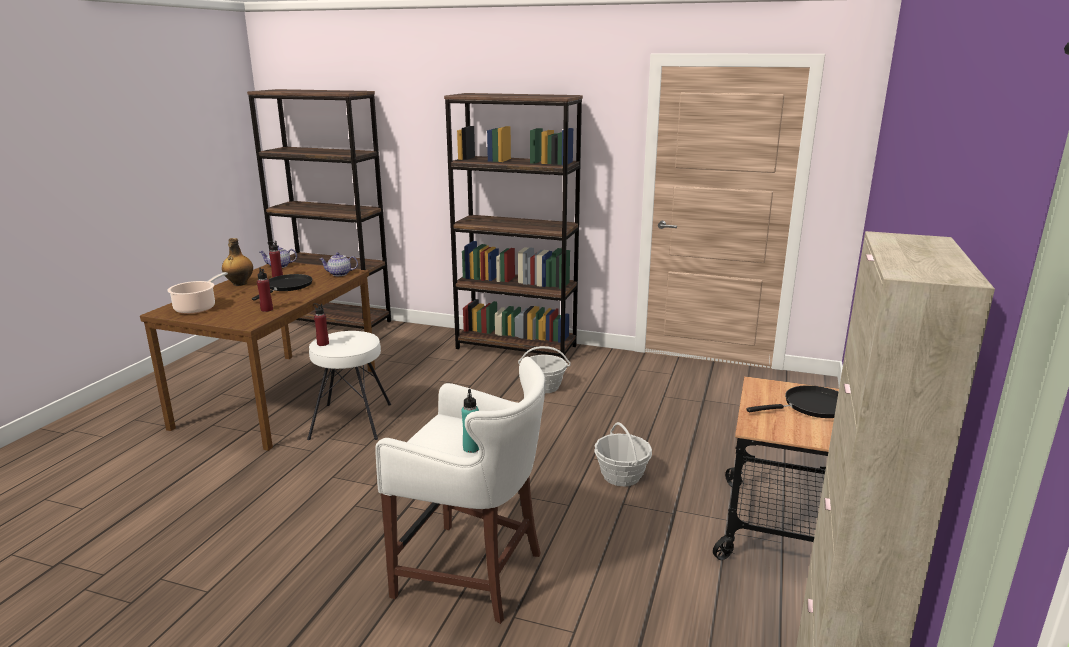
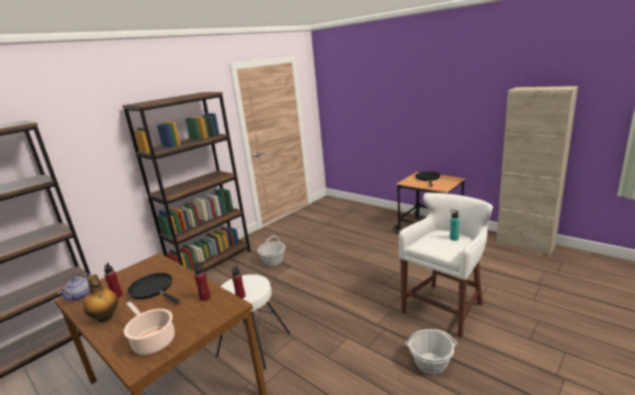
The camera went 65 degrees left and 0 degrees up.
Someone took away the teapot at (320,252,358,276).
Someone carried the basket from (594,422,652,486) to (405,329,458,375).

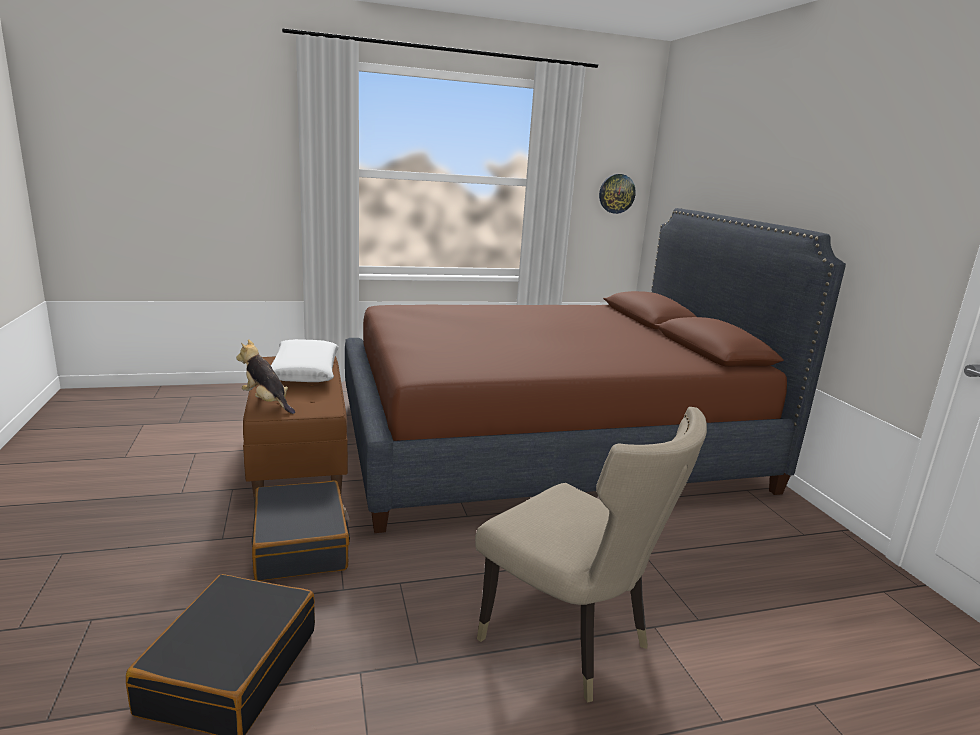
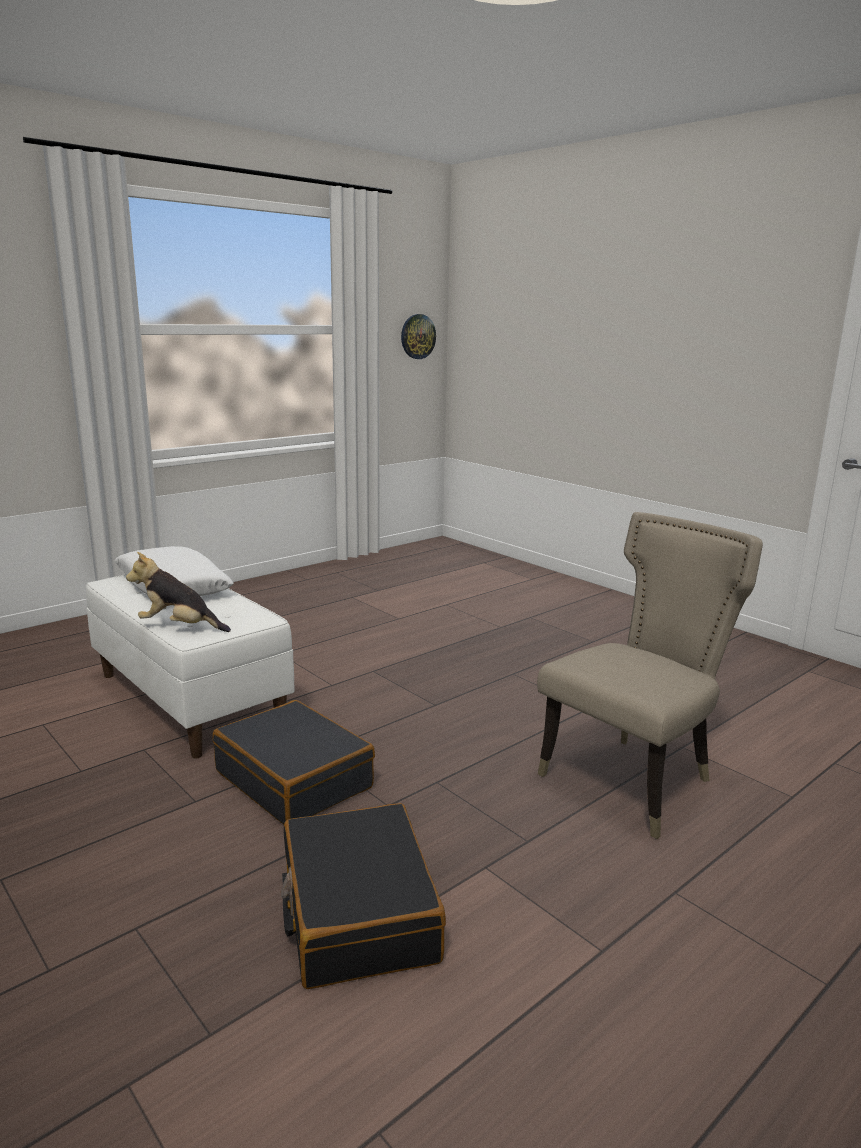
The camera went 25 degrees left and 0 degrees up.
Someone took away the bed (brown) at (345,208,846,533).
Someone repainted the bench (brown) at (243,356,348,498), which became the bench (white) at (86,575,295,759).
Someone rotated the chair (beige) at (475,407,707,703) by 60 degrees counterclockwise.

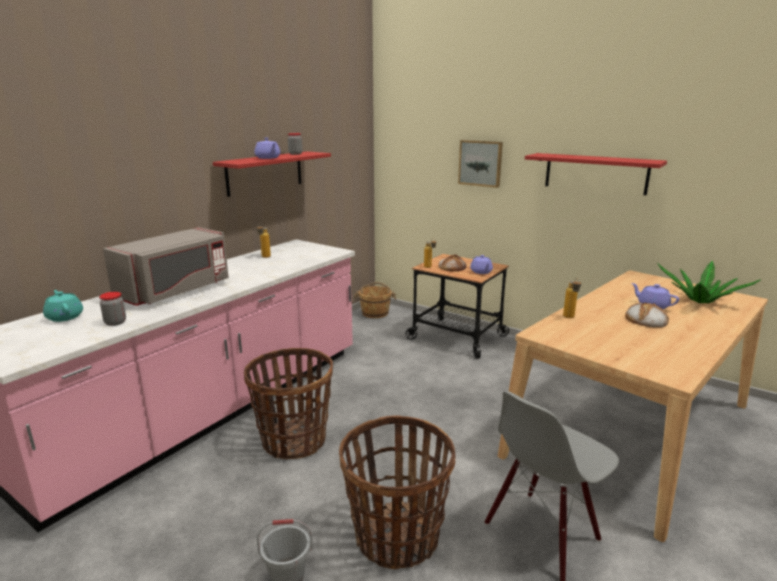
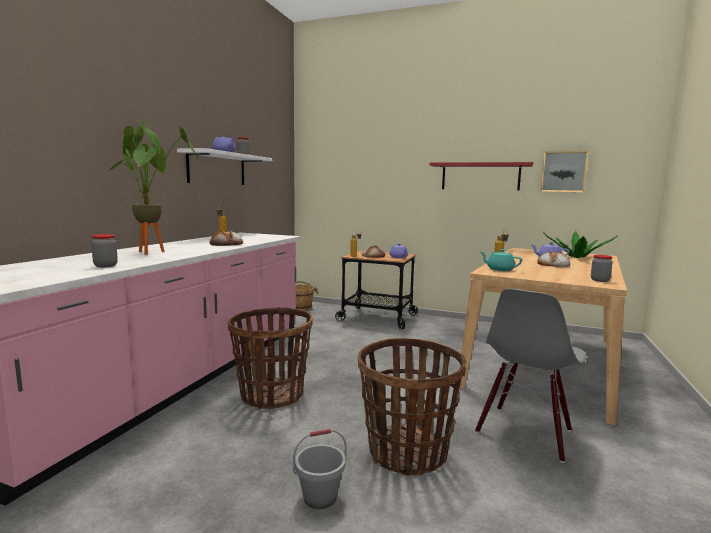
The camera went 15 degrees left and 10 degrees down.
Someone put down the bread at (210,230,243,246).
Someone put down the jar at (591,255,613,282).
Someone carried the teapot (turquoise) from (43,290,83,322) to (481,249,522,271).
Someone carried the picture from (458,140,503,188) to (540,151,589,192).
Someone swapped the microwave (grey) at (103,227,229,306) for the potted plant at (108,118,198,255).
Someone repainted the shelf (red) at (213,151,331,197), which became the shelf (white) at (177,148,272,185).

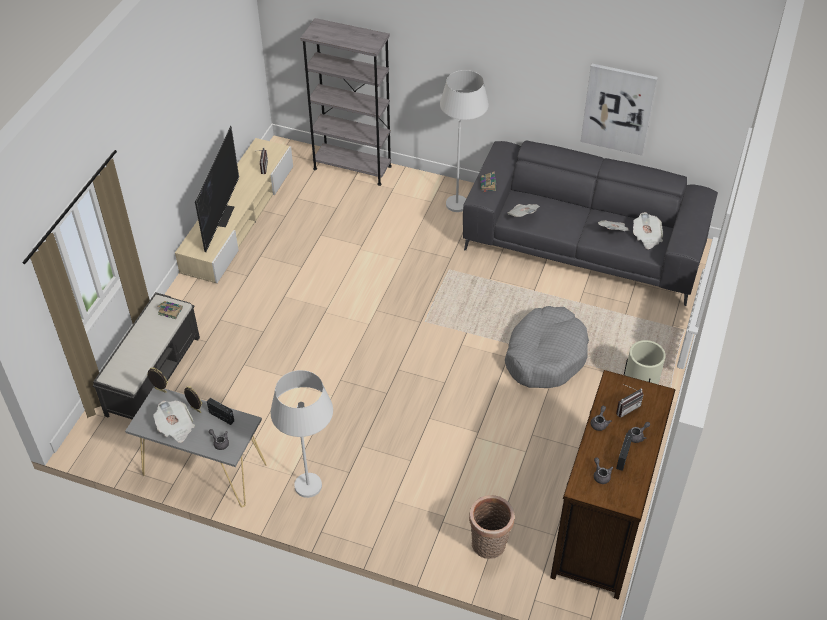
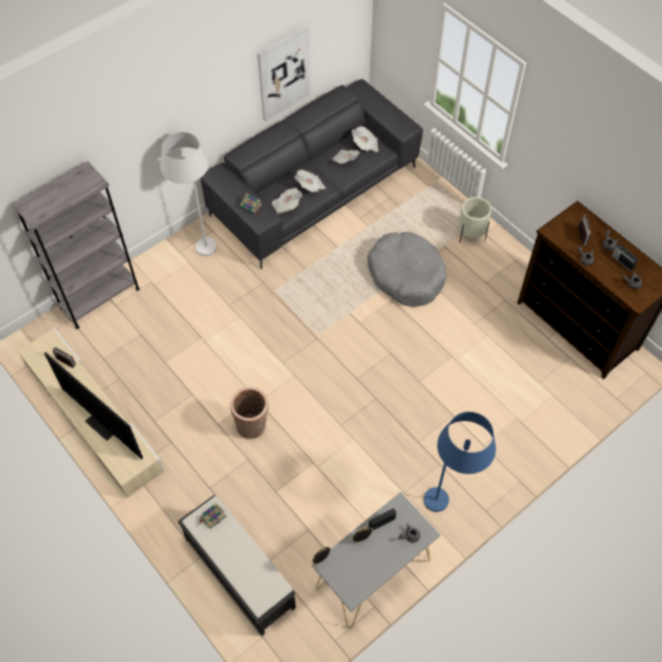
The camera went 60 degrees left and 10 degrees up.
Someone carried the newspaper from (153,400,195,443) to (295,170,326,192).
Someone carried the basket from (469,495,515,559) to (230,387,269,439).
Someone repainted the floor lamp (white) at (271,370,333,498), which became the floor lamp (blue) at (424,412,496,512).

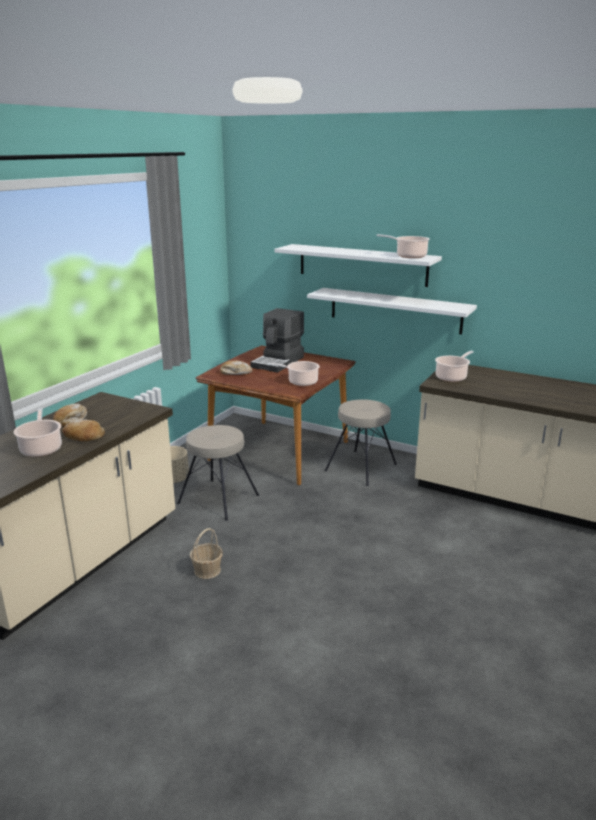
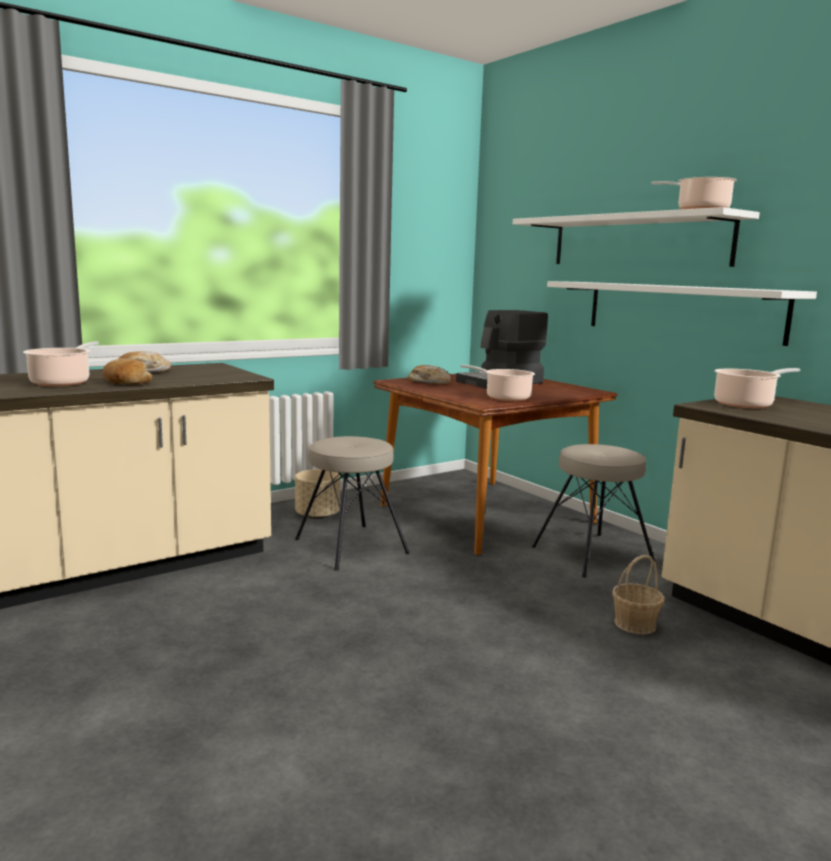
The camera went 25 degrees right and 10 degrees down.
Someone carried the basket from (190,528,223,579) to (612,555,665,634).

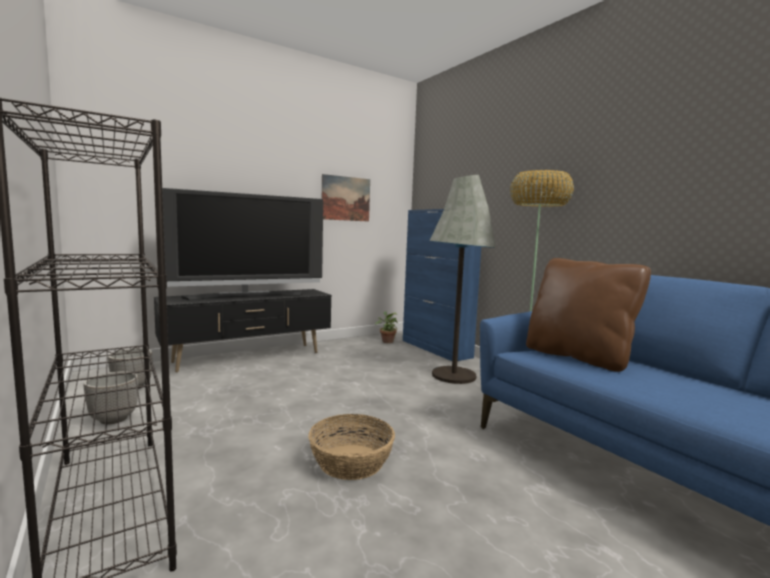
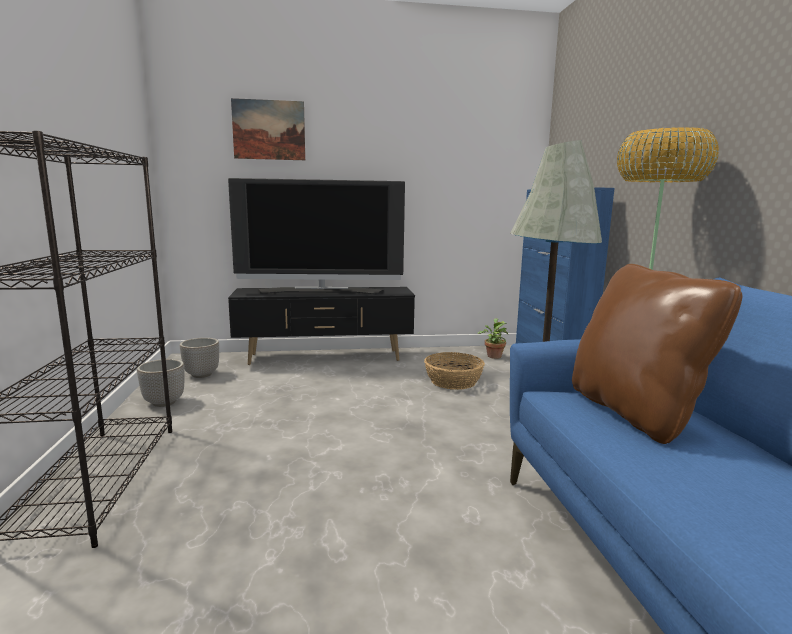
The camera went 25 degrees right and 5 degrees up.
Someone carried the basket from (308,414,395,480) to (424,352,485,390).
Someone carried the picture from (322,174,370,222) to (231,98,305,160).

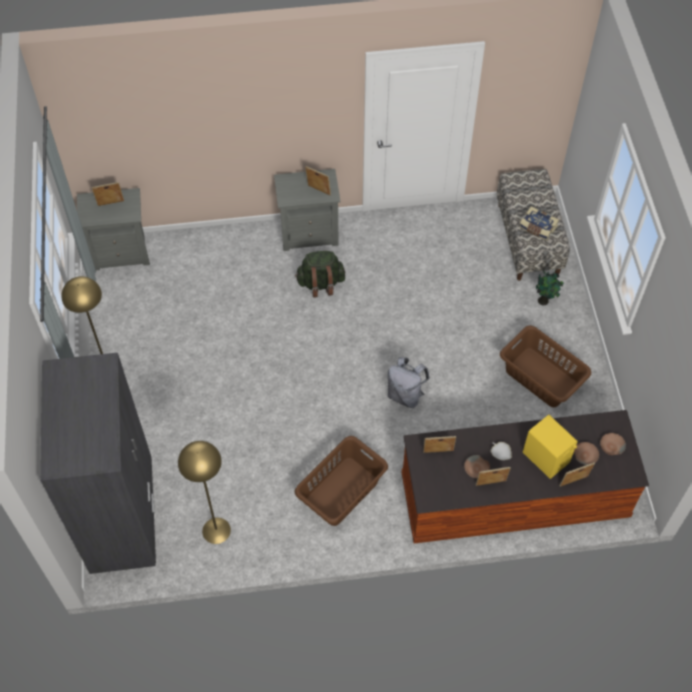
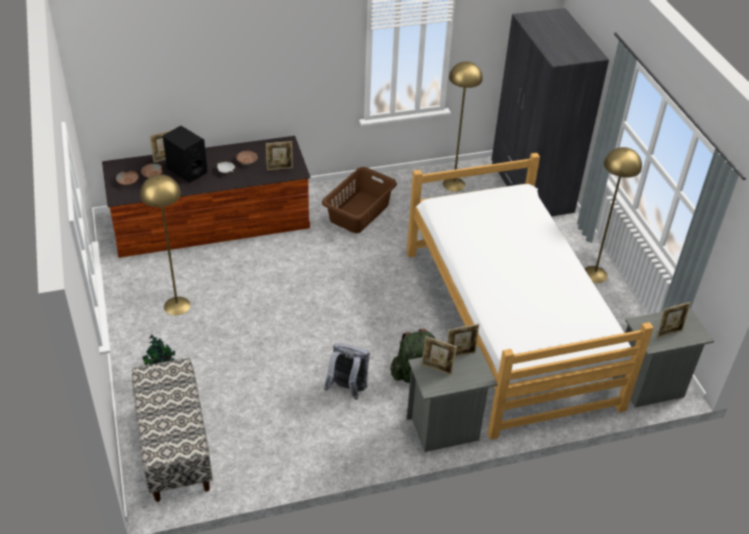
The camera went 170 degrees right and 15 degrees down.
Someone took away the book at (519,206,559,241).
Someone put down the bed at (407,153,654,440).
Someone carried the backpack (grey) from (388,357,430,408) to (324,343,370,400).
Someone carried the picture frame from (476,467,511,486) to (447,324,479,357).
Someone swapped the laundry basket (brown) at (500,326,591,407) for the floor lamp (yellow) at (140,174,191,315).
Someone repainted the speaker (yellow) at (523,415,578,479), which became the speaker (black) at (163,126,207,183).

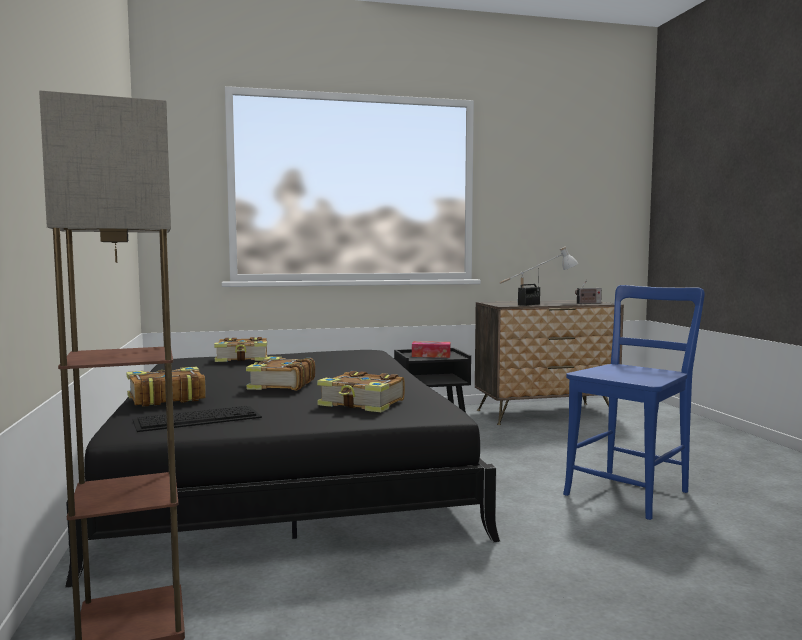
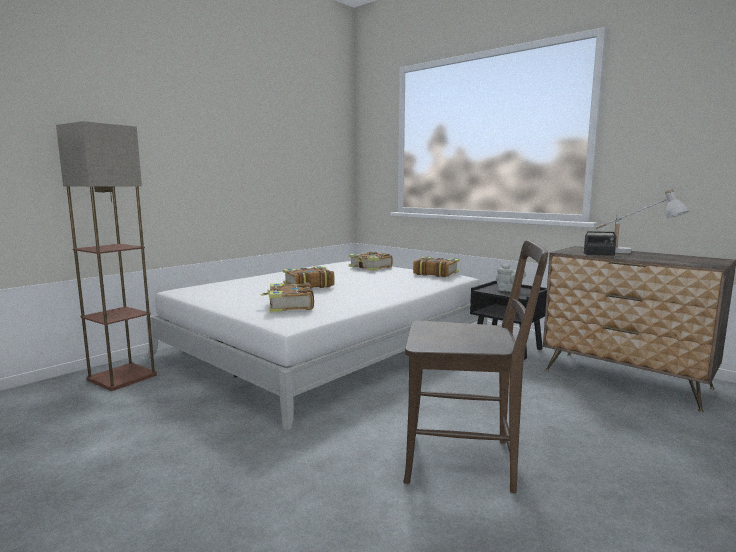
The camera went 55 degrees right and 5 degrees up.
Someone took away the keyboard at (133,406,262,432).
Someone took away the radio at (575,280,602,304).
Someone carried the book from (127,367,206,407) to (413,256,459,277).
Someone swapped the tissue box at (412,341,451,358) for the teapot (grey) at (496,264,526,292).
Someone repainted the bed (black) at (65,350,500,588), which became the bed (white) at (146,261,487,431).
Someone repainted the chair (blue) at (563,285,705,520), which became the chair (brown) at (403,240,548,493).

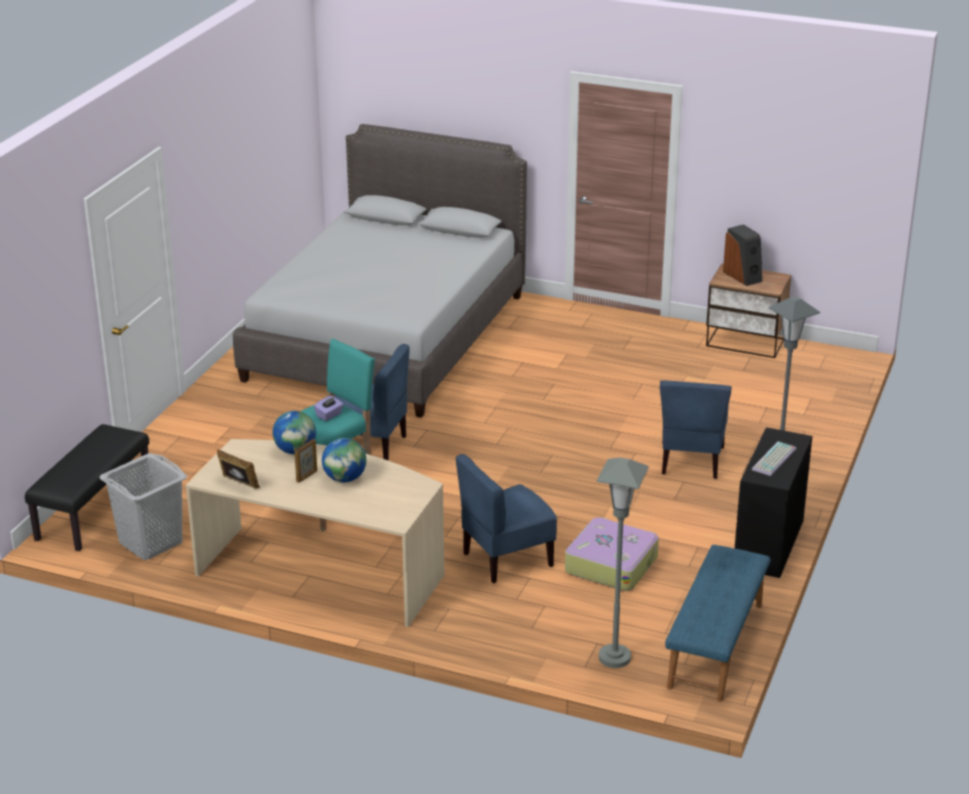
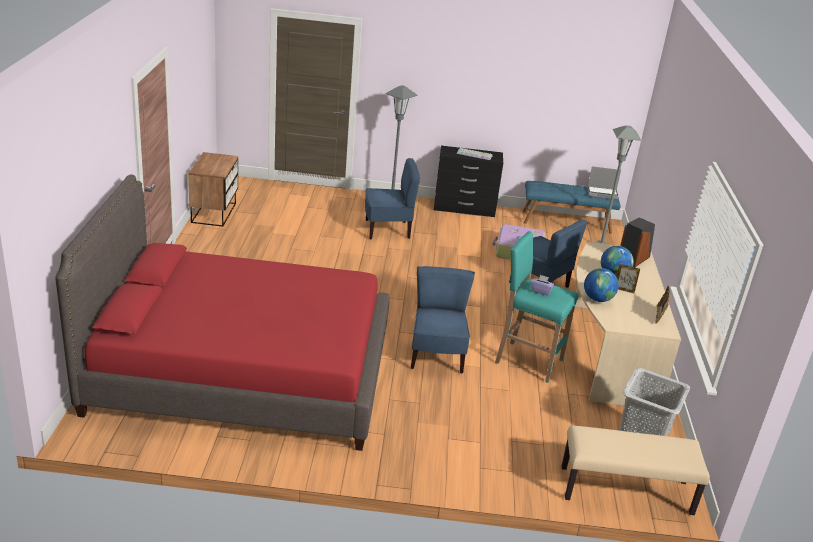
The camera went 110 degrees left and 0 degrees up.
Someone put down the laptop at (588,166,621,200).
Someone carried the speaker from (723,224,762,286) to (620,217,655,267).
Someone repainted the bench (black) at (25,424,149,551), which became the bench (beige) at (562,426,710,515).
Someone repainted the bed (grey) at (233,124,527,418), which became the bed (red) at (56,174,390,451).

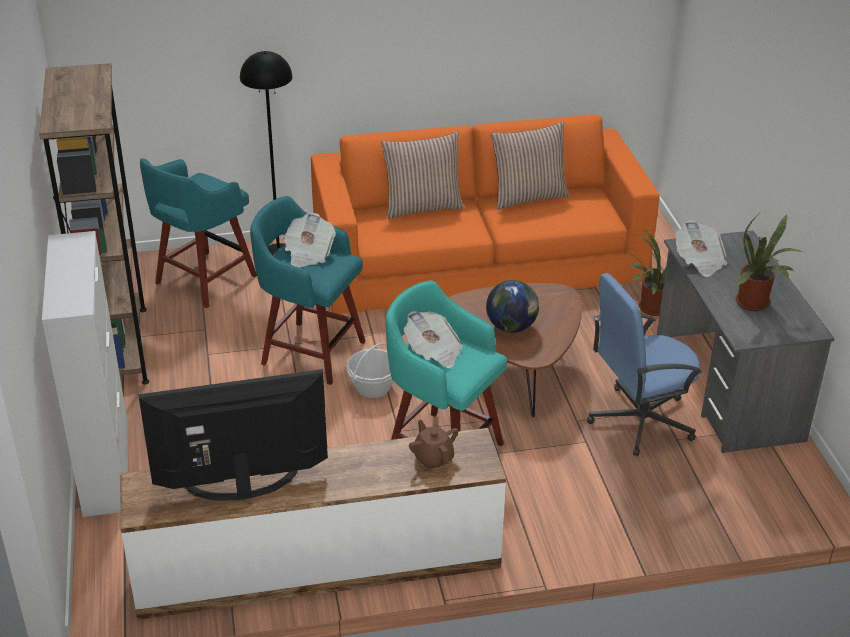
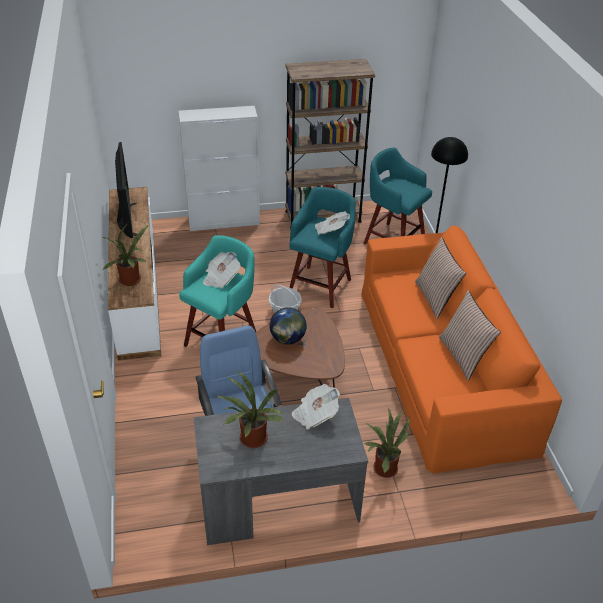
The camera went 90 degrees right and 5 degrees up.
Someone swapped the teapot (brown) at (409,420,458,470) for the potted plant at (102,223,148,286).

